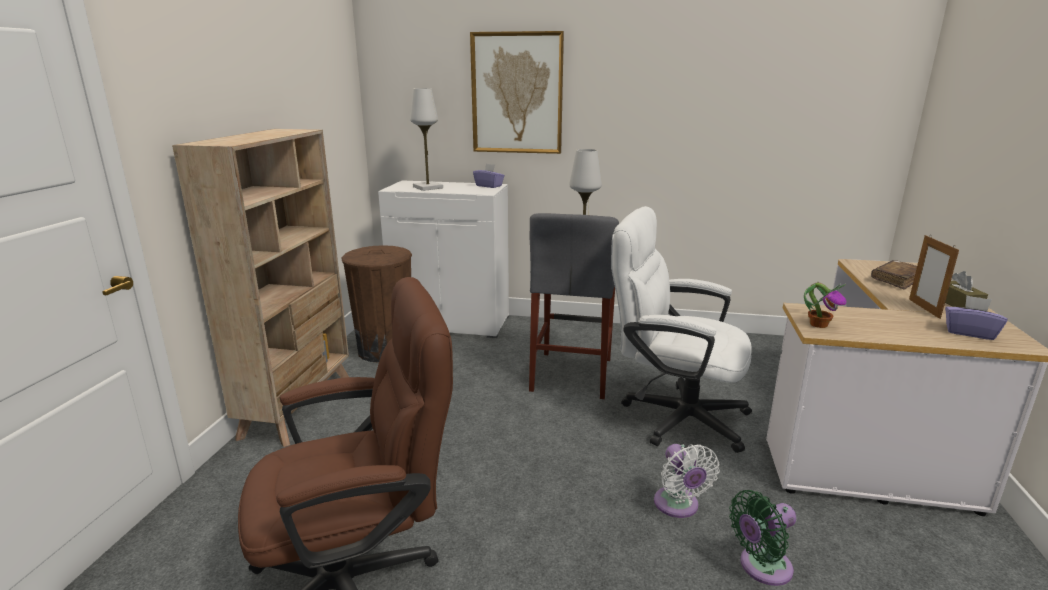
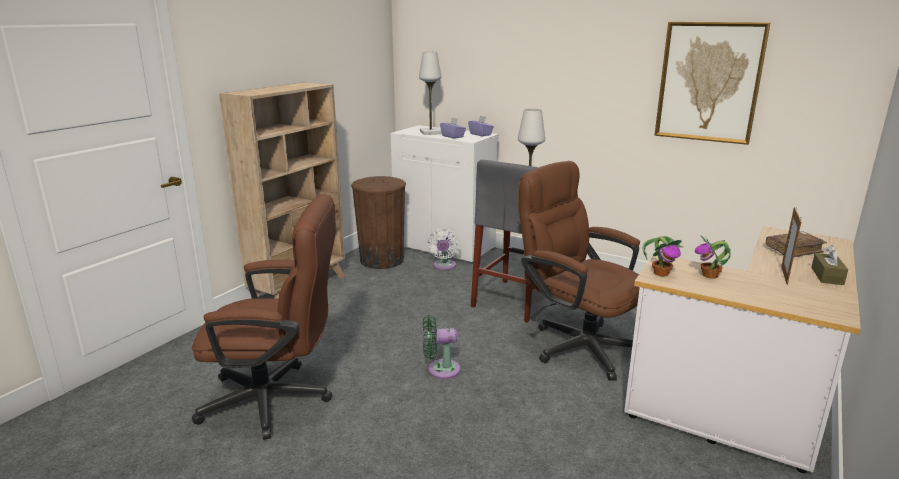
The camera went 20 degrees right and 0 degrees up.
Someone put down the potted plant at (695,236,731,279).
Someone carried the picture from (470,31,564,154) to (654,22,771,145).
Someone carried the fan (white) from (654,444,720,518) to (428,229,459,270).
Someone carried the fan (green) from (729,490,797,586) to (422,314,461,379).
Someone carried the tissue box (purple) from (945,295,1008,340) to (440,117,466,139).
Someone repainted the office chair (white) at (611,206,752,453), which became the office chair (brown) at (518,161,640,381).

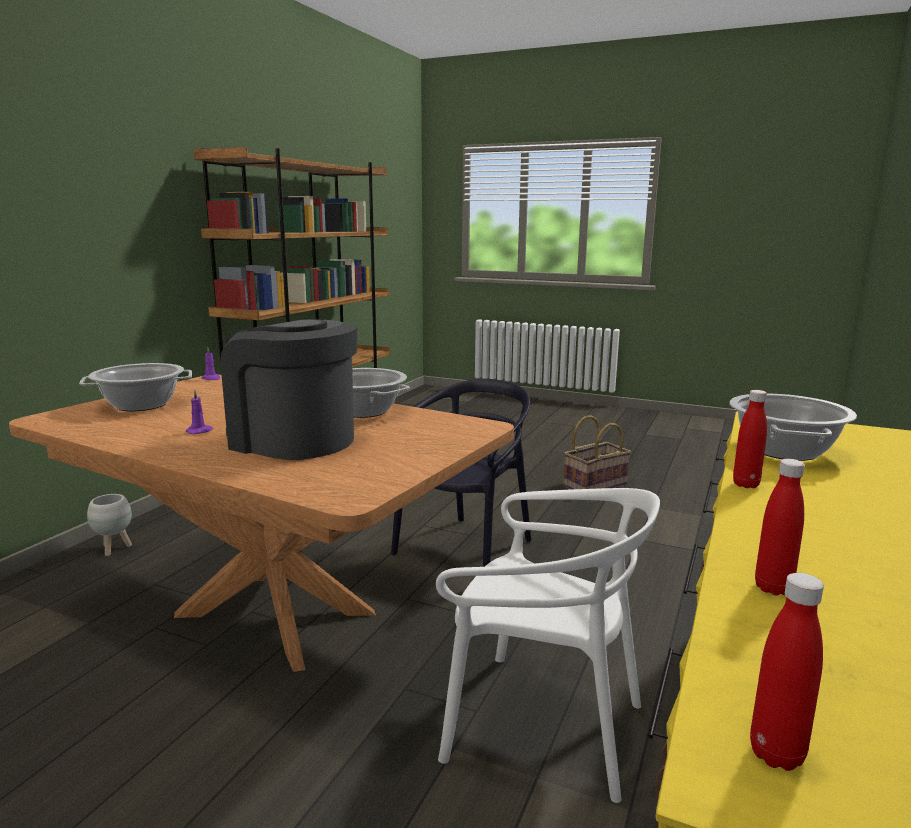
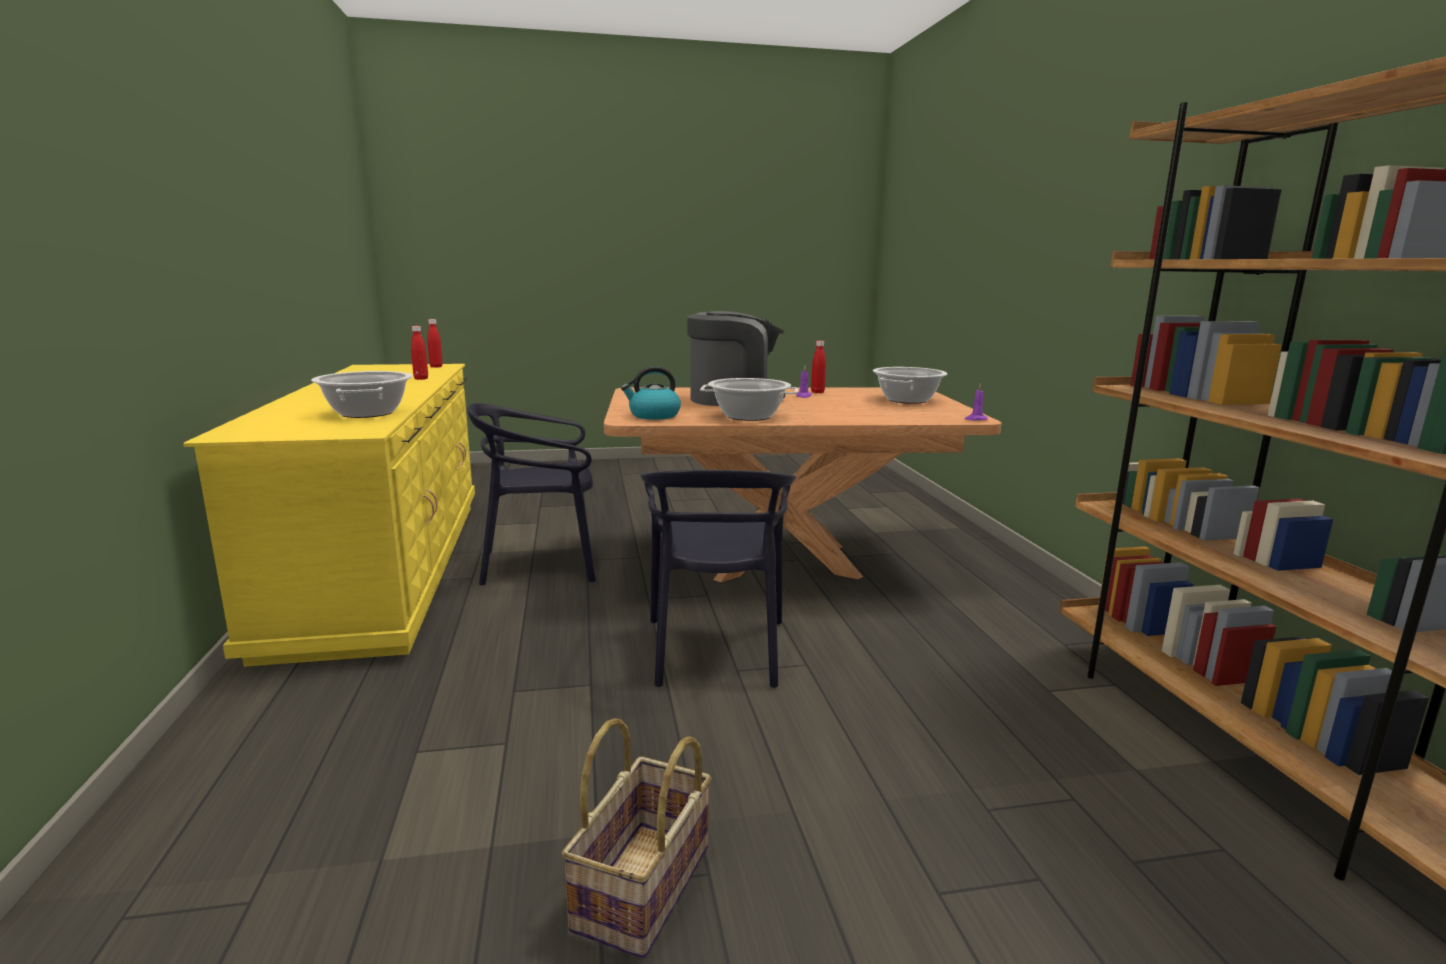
The camera went 145 degrees right and 0 degrees up.
Someone took away the planter (white) at (87,494,132,556).
Someone put down the kettle at (621,366,681,420).
Someone carried the bottle (red) from (733,390,767,488) to (811,341,826,393).
Someone repainted the chair (white) at (436,488,660,803), which became the chair (black) at (467,403,596,586).

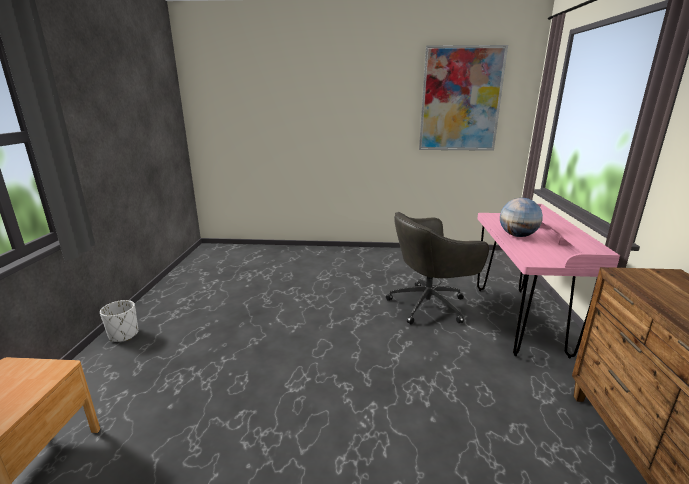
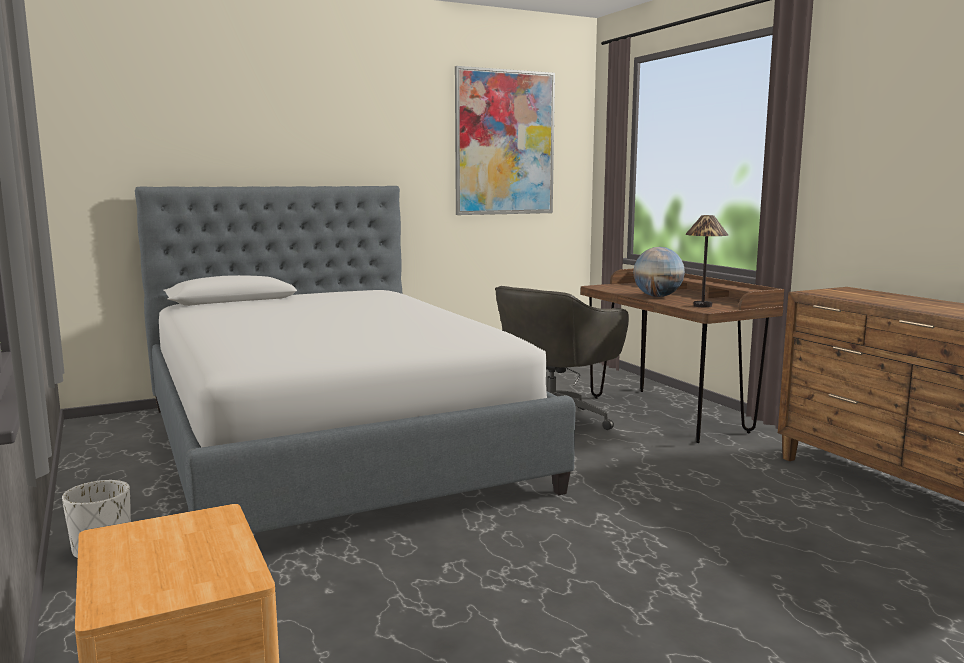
The camera went 30 degrees left and 10 degrees down.
Someone put down the bed at (135,186,576,533).
Someone put down the table lamp at (685,215,728,308).
Someone repainted the desk (pink) at (477,204,620,358), which became the desk (brown) at (581,269,784,443).

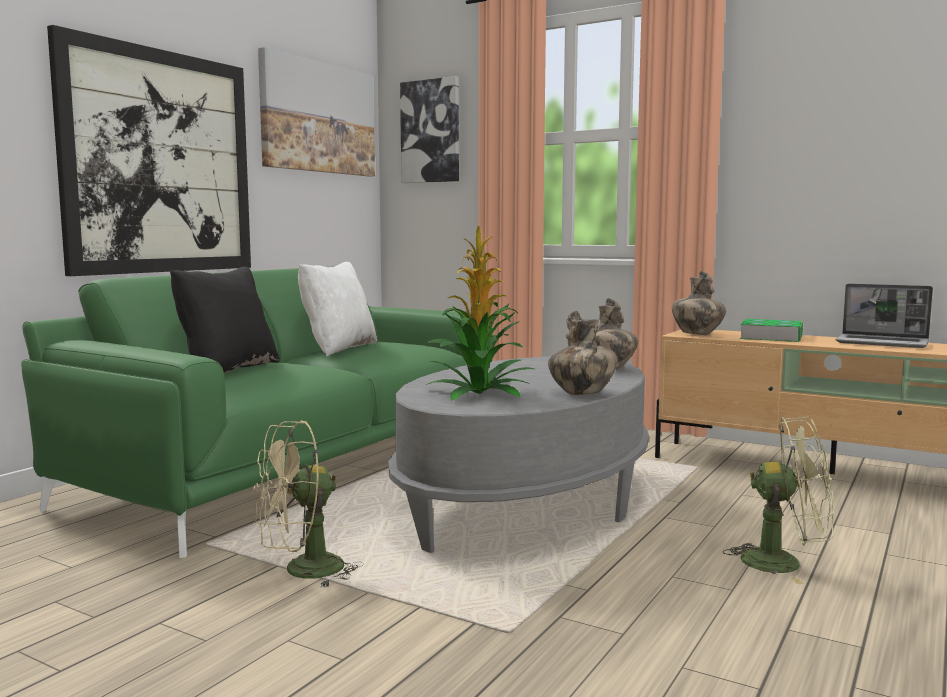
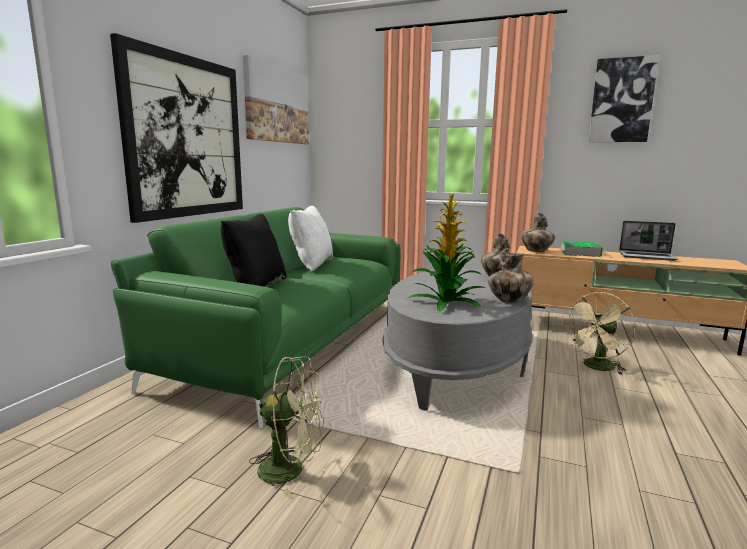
The camera went 10 degrees left and 5 degrees up.
Someone carried the fan (beige) from (254,421,364,588) to (564,292,635,375).
Someone carried the picture from (400,76,459,183) to (588,55,659,142).
Someone carried the fan (green) from (723,416,834,584) to (249,356,324,497).

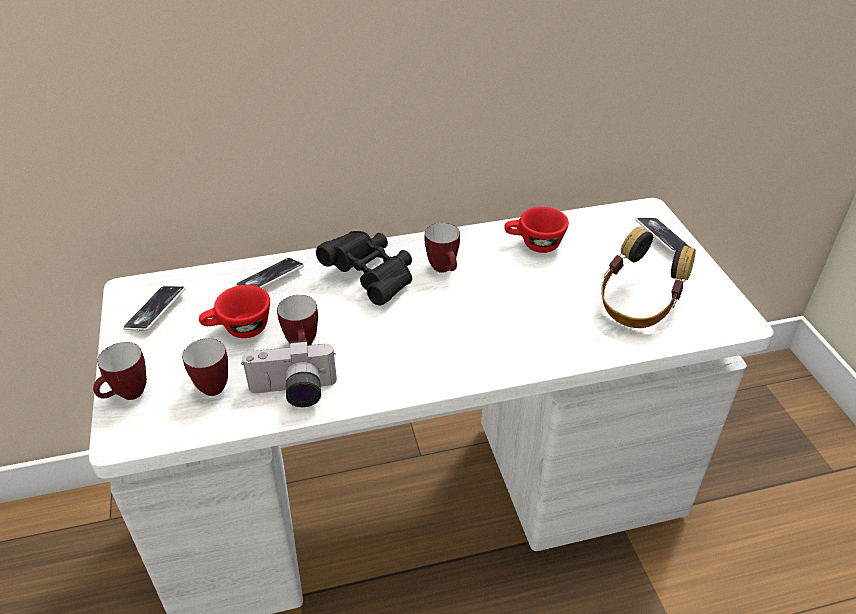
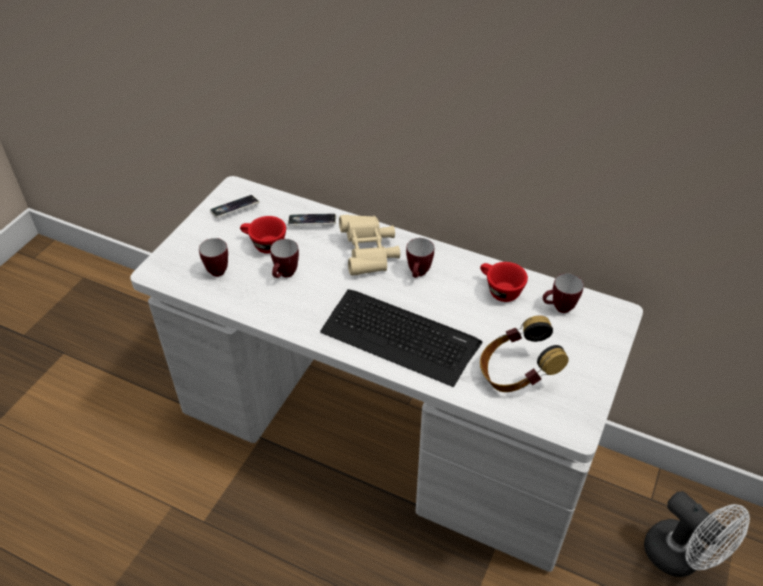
The camera went 40 degrees right and 5 degrees up.
Someone took away the photo camera at (241,340,337,407).
Someone took away the phone at (636,218,691,253).
Someone put down the keyboard at (320,289,482,387).
Someone put down the fan (white) at (644,491,750,577).
Someone carried the mug from (93,342,147,400) to (543,273,584,313).
Someone repainted the binoculars (black) at (316,231,412,305), which became the binoculars (beige) at (339,215,400,275).

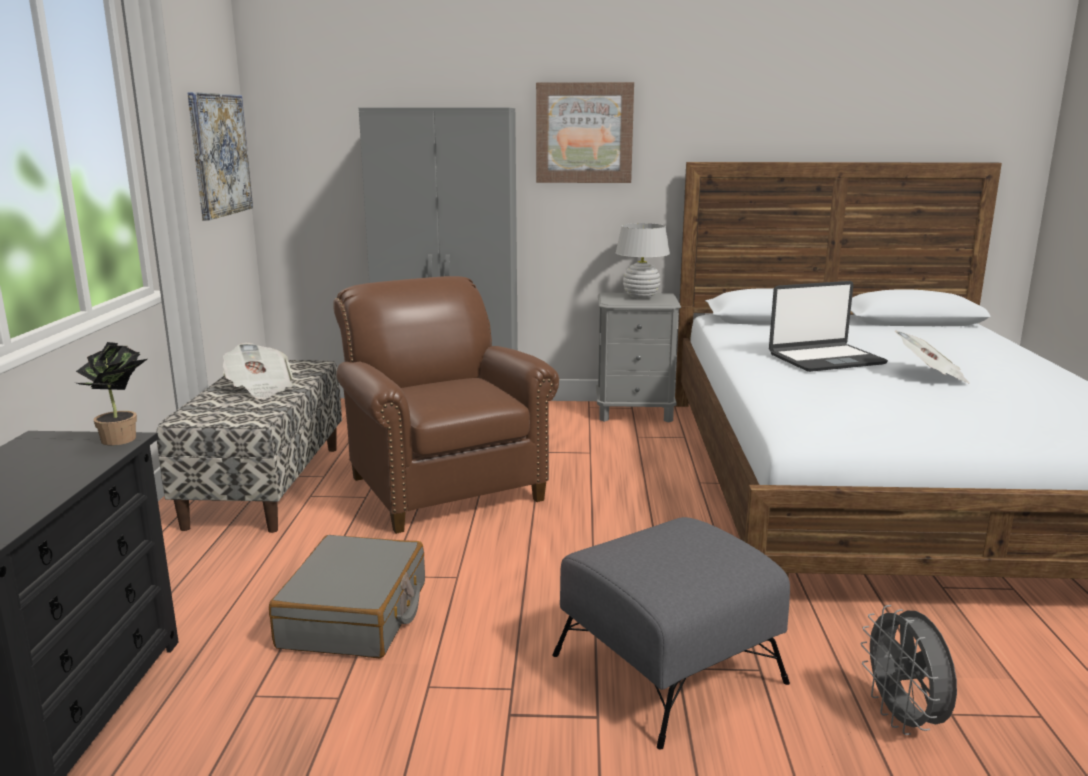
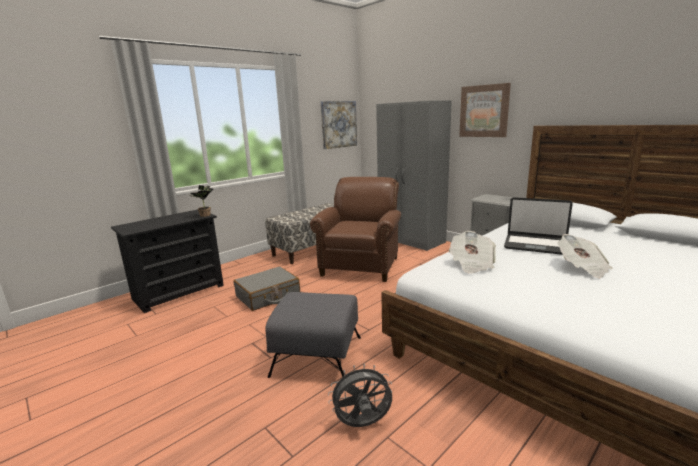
The camera went 45 degrees right and 0 degrees up.
Someone took away the table lamp (white) at (616,223,670,299).
Someone carried the newspaper from (223,343,294,399) to (449,231,496,273).
Someone rotated the fan (grey) at (861,605,957,735) by 45 degrees clockwise.

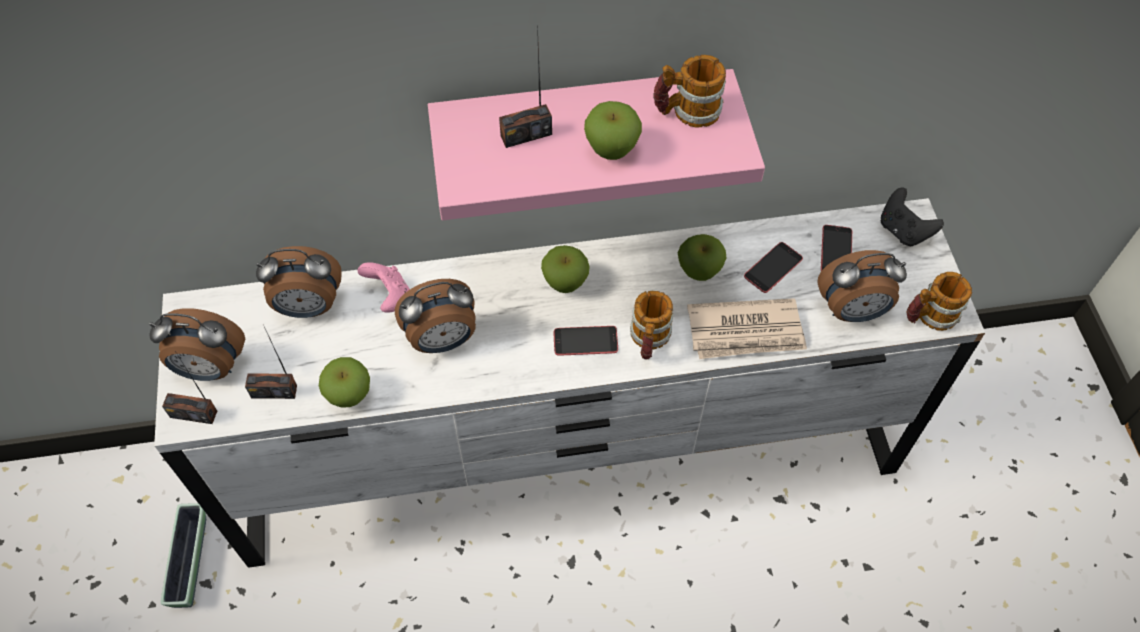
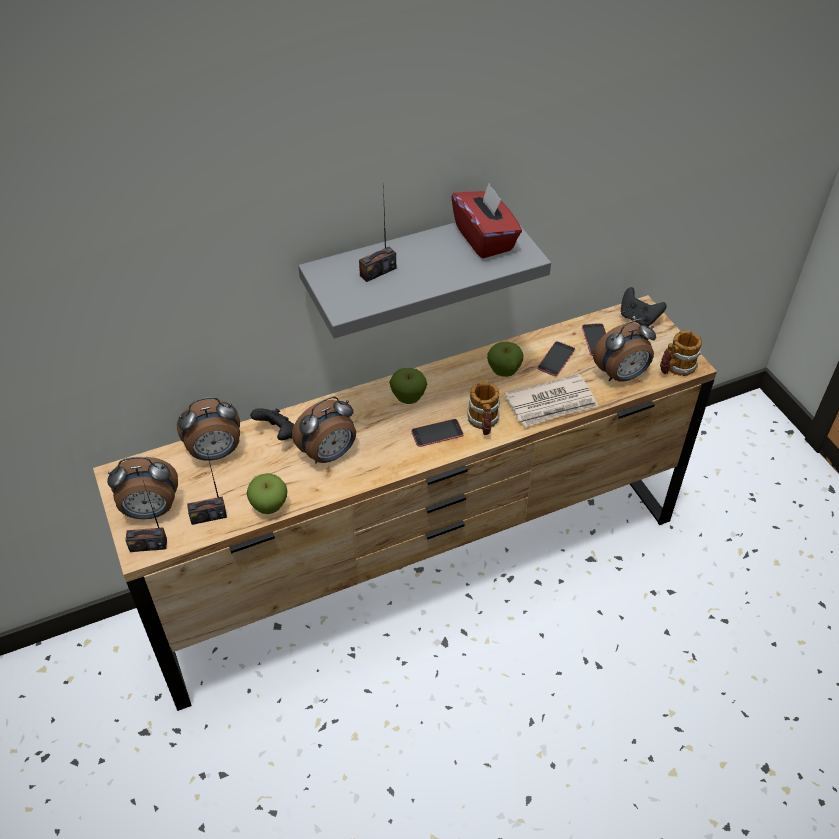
The camera went 15 degrees left and 10 degrees down.
Someone took away the planter at (161,503,206,608).
Someone took away the apple at (584,101,642,160).
Someone swapped the mug at (653,55,726,127) for the tissue box (red) at (451,183,522,259).
Someone repainted the dresser (white) at (154,198,985,568), which became the dresser (brown) at (93,295,717,711).
Someone repainted the game controller (pink) at (358,262,410,313), which became the game controller (black) at (250,408,294,440).
Someone repainted the shelf (pink) at (428,69,765,220), which became the shelf (grey) at (298,222,551,338).

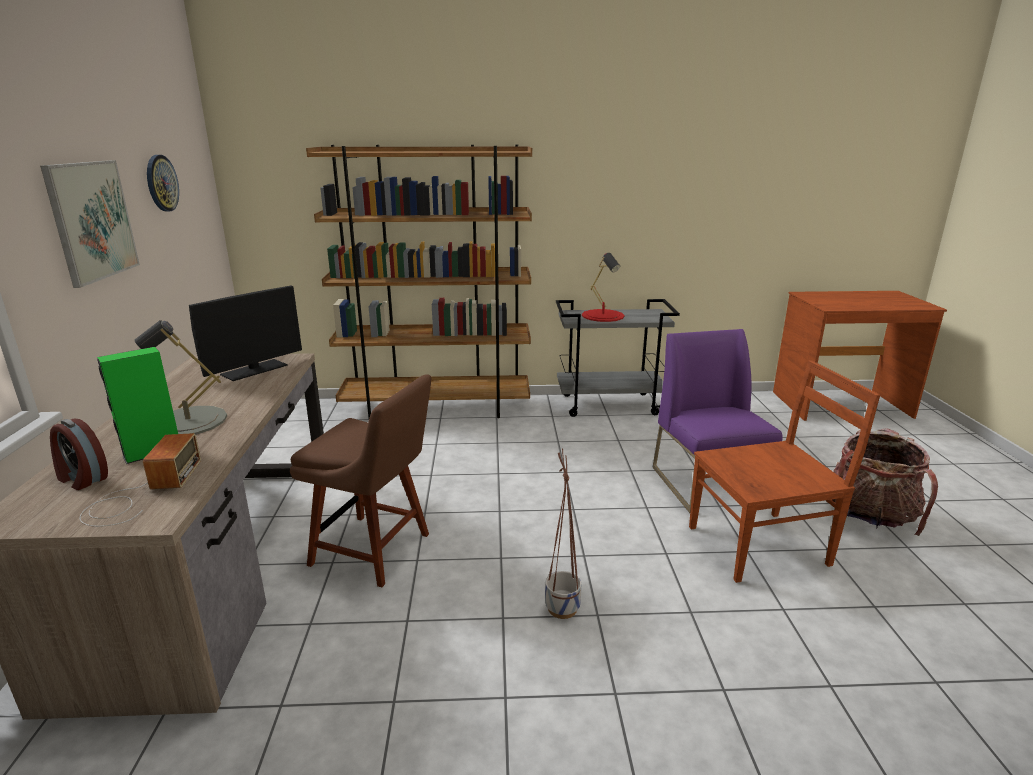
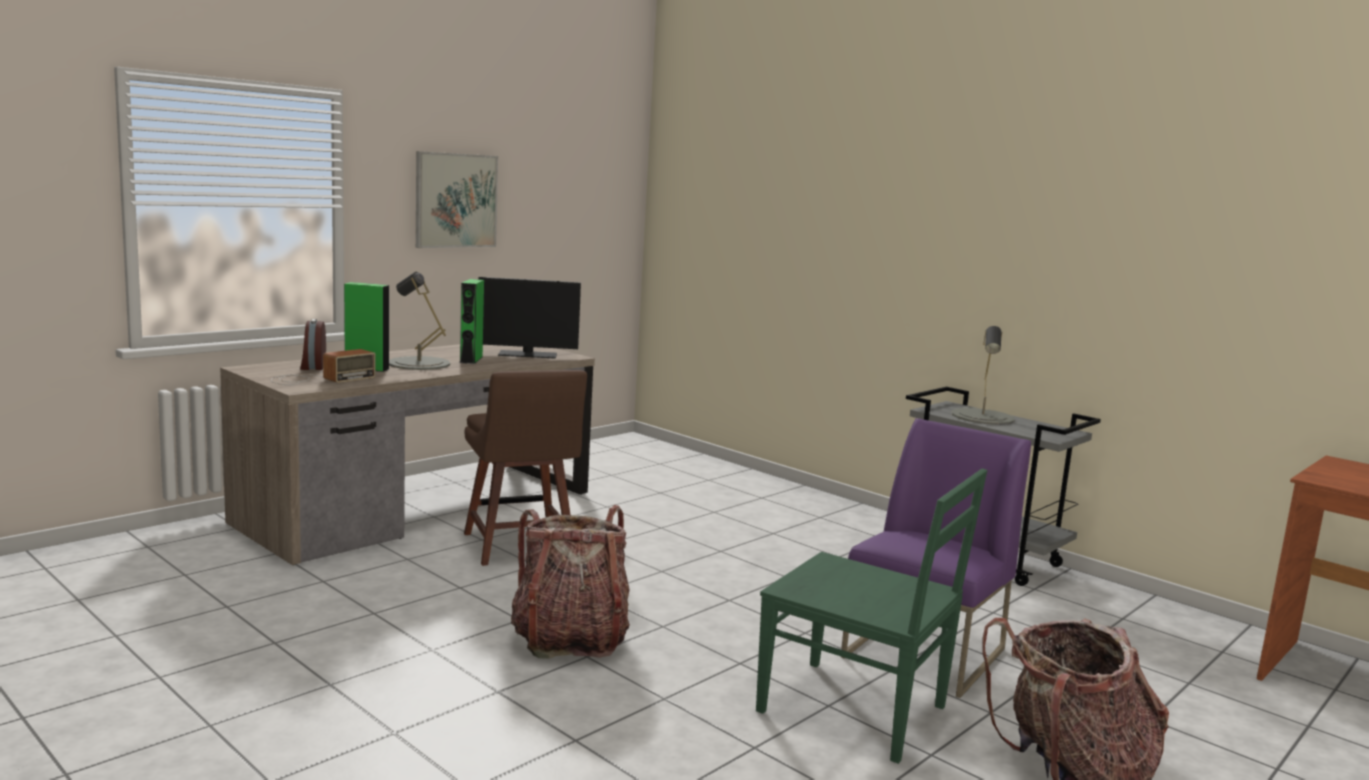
The camera went 45 degrees right and 10 degrees down.
Someone took away the wall clock at (147,155,179,212).
Someone took away the bookcase (brown) at (306,145,532,418).
Someone put down the speaker (green) at (460,279,484,364).
Someone swapped the planter at (545,449,581,619) for the backpack at (511,505,630,658).
Someone repainted the table lamp (red) at (582,253,625,322), which became the table lamp (grey) at (952,326,1015,425).
Someone repainted the chair (brown) at (689,360,880,583), which became the chair (green) at (756,469,987,764).

